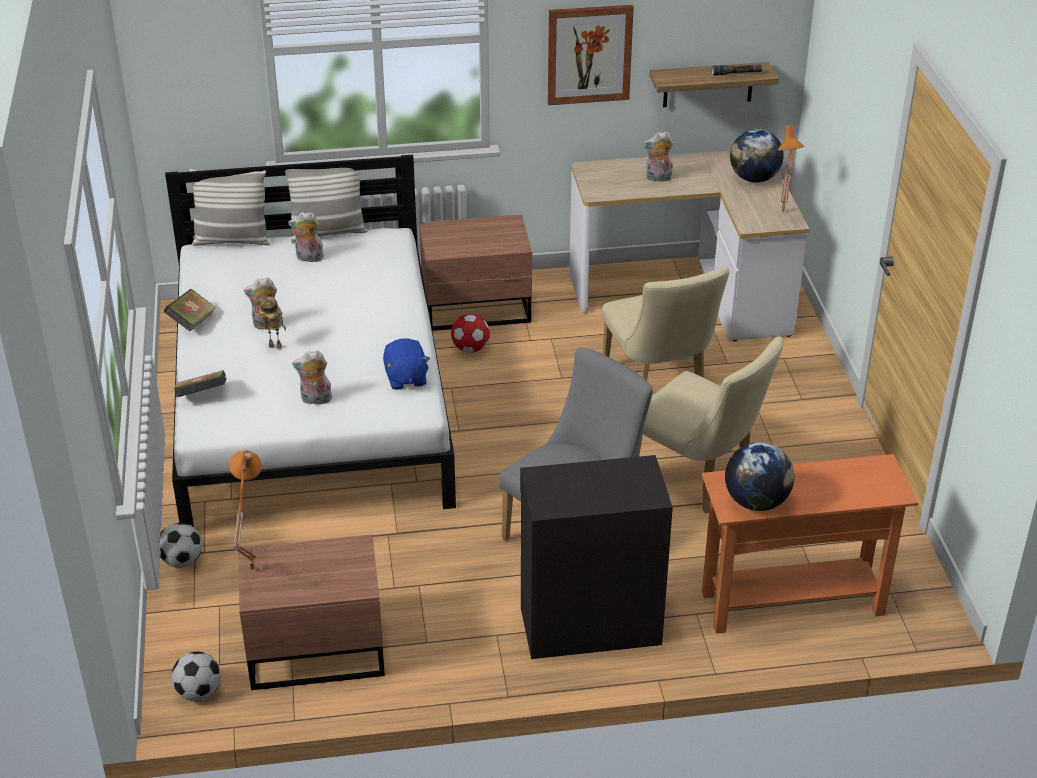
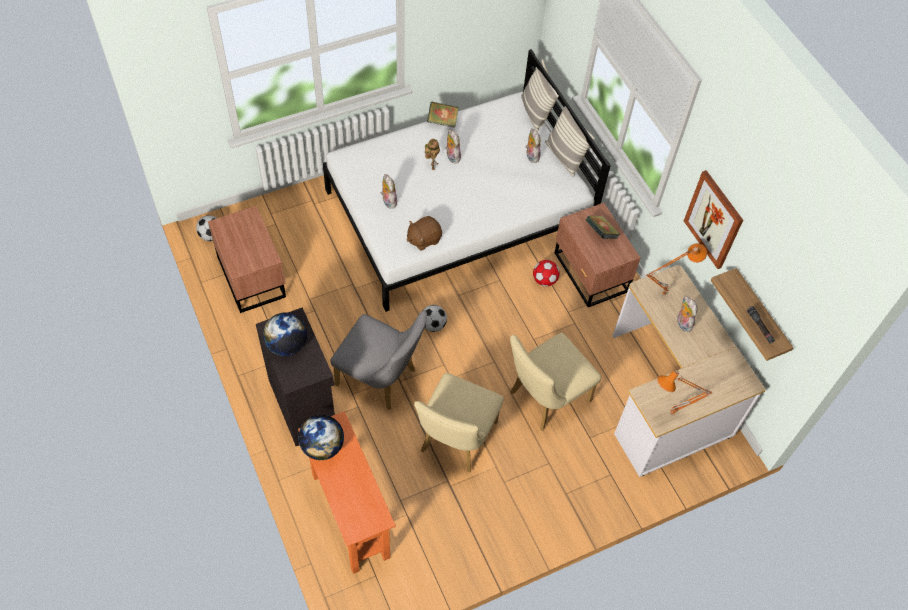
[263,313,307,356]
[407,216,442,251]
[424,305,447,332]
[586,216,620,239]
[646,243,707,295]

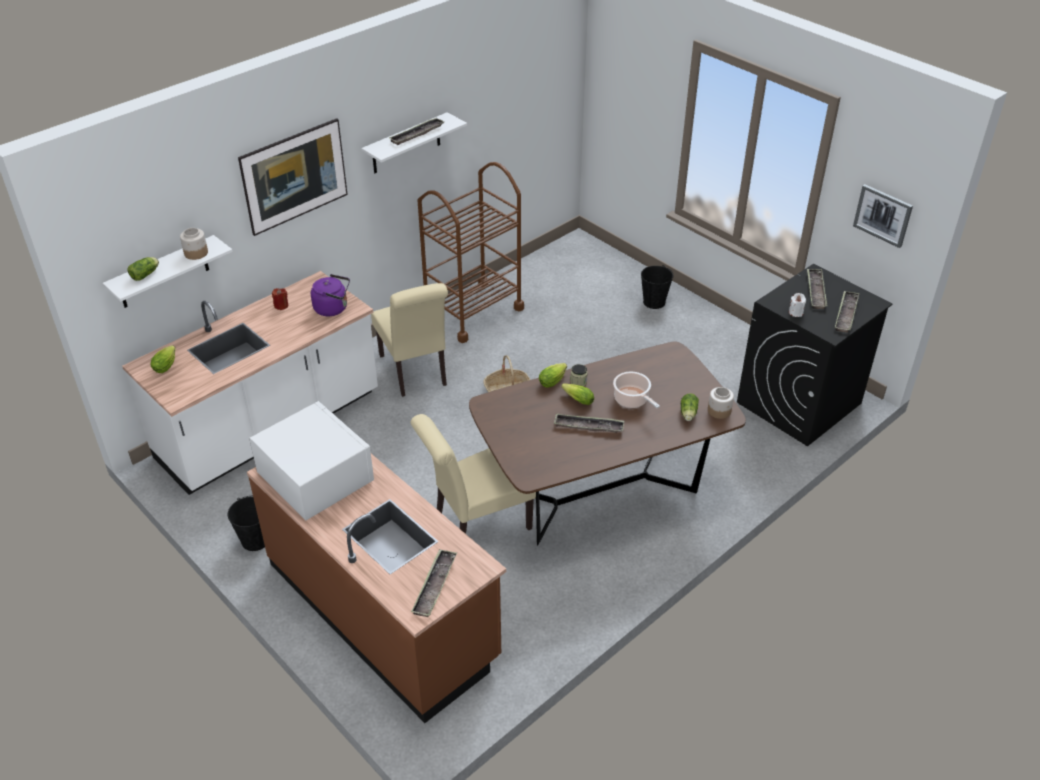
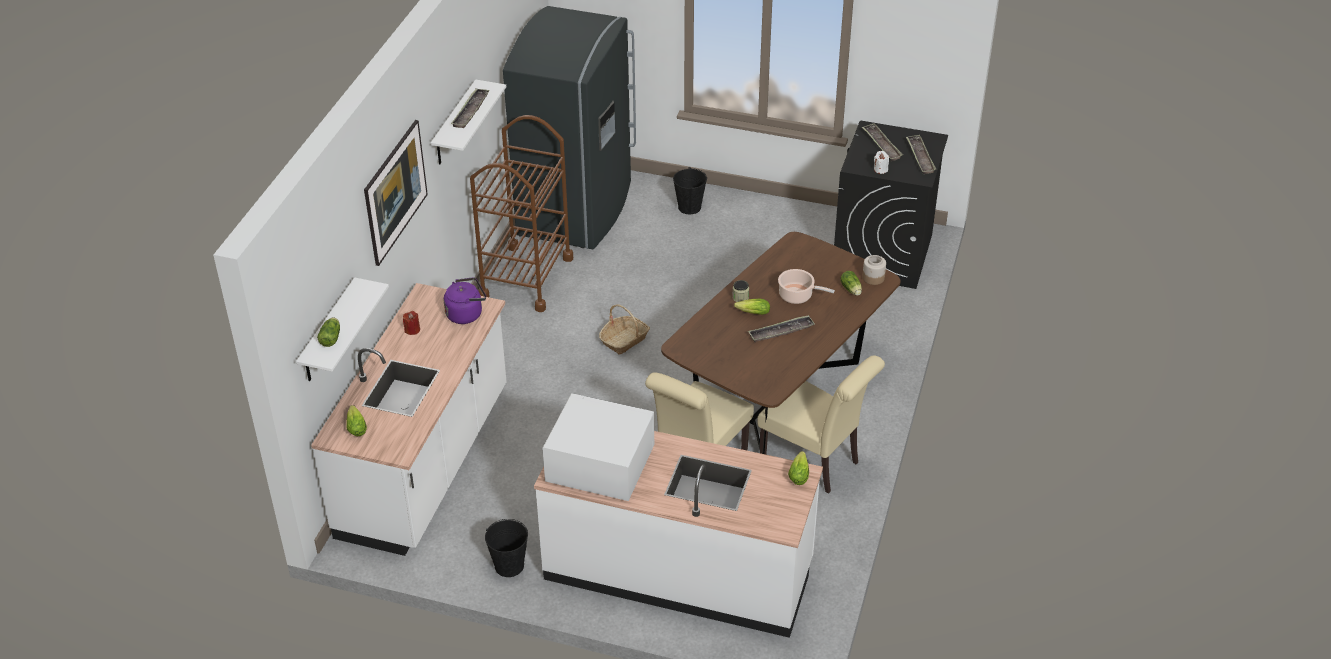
[503,6,636,249]
[534,431,823,638]
[757,355,885,494]
[788,451,809,485]
[180,228,208,260] (first image)
[411,549,457,617] (first image)
[853,184,913,248] (first image)

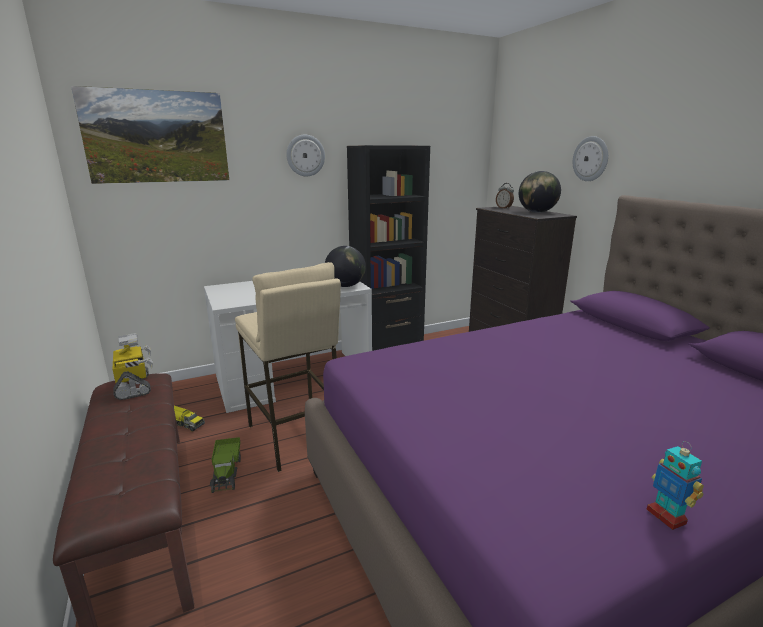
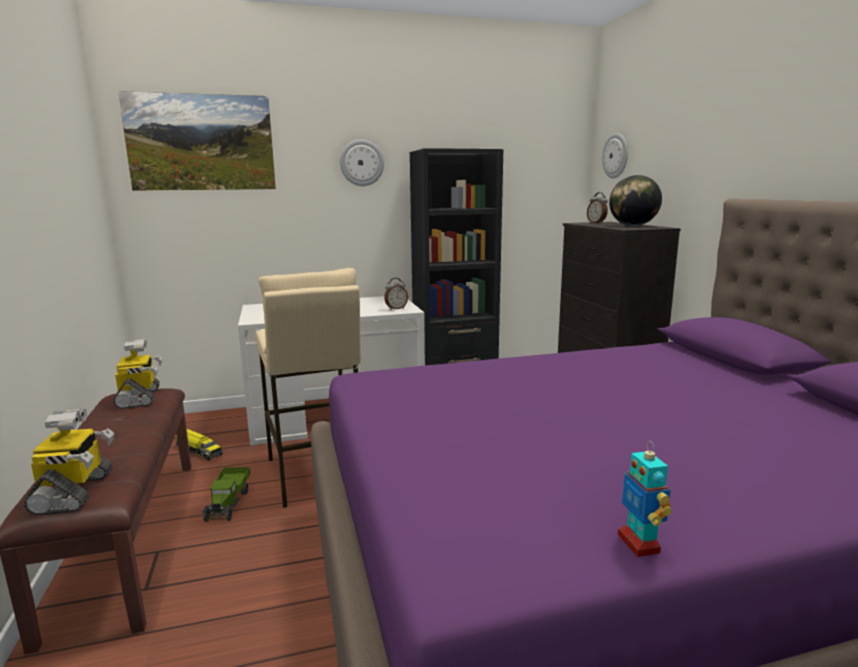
[24,409,114,515]
[384,278,408,310]
[602,133,628,178]

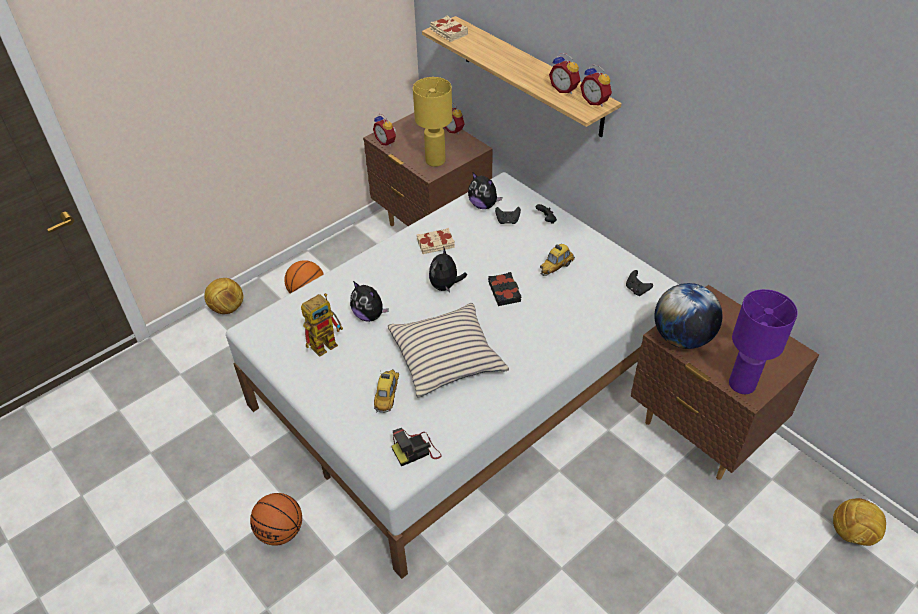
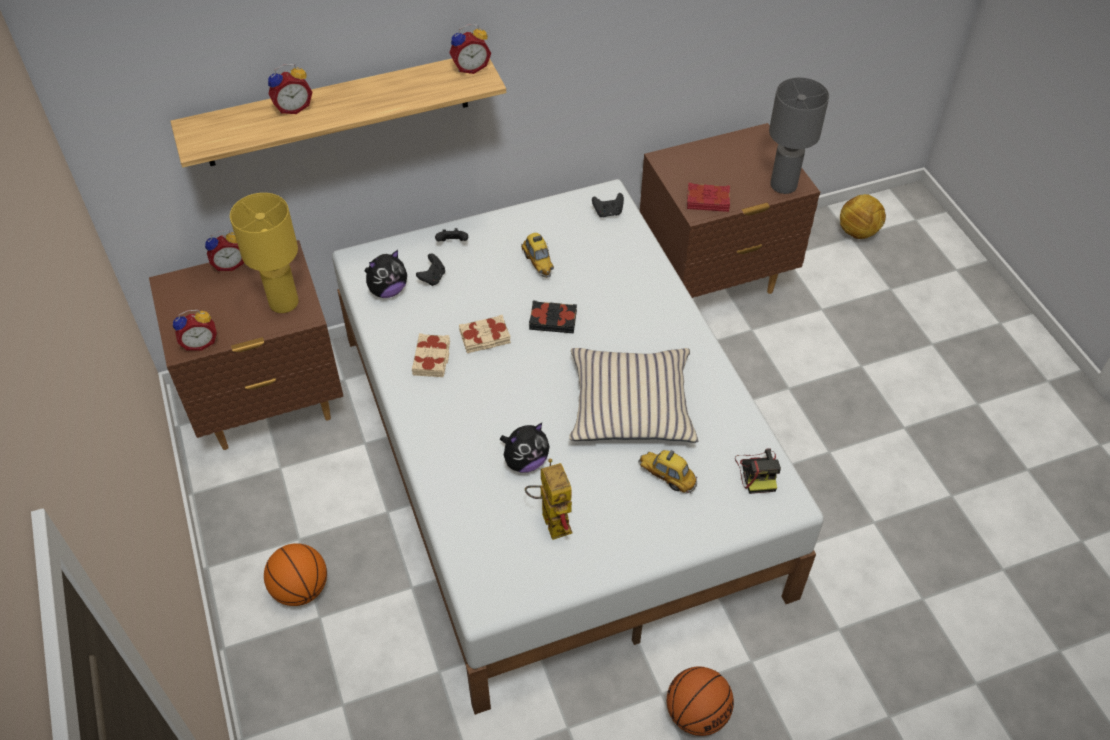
[268,64,313,114]
[459,315,511,353]
[687,183,730,212]
[769,77,829,194]
[204,278,244,314] (first image)
[429,246,467,292] (first image)

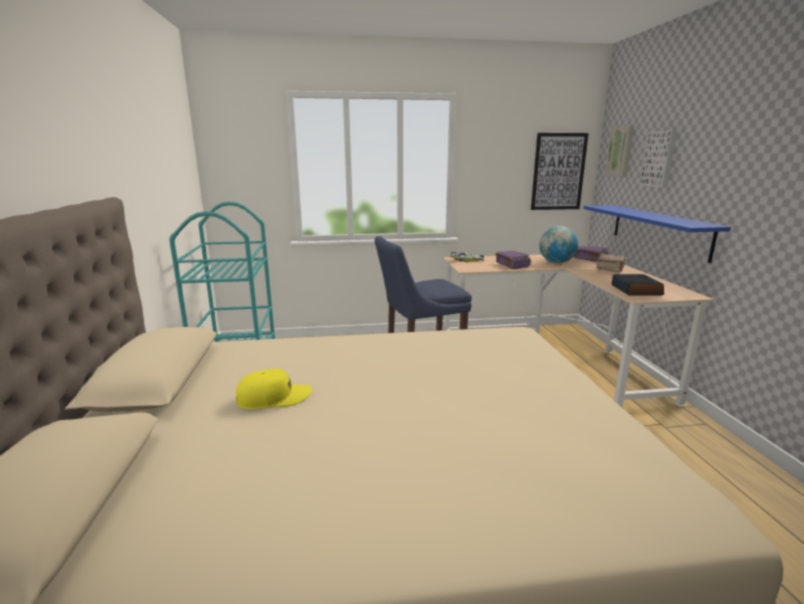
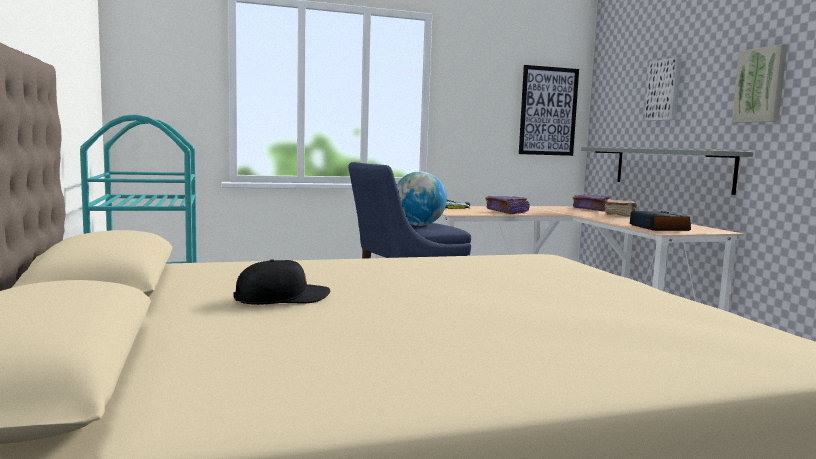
[233,259,330,305]
[397,171,447,226]
[581,147,753,195]
[732,44,787,123]

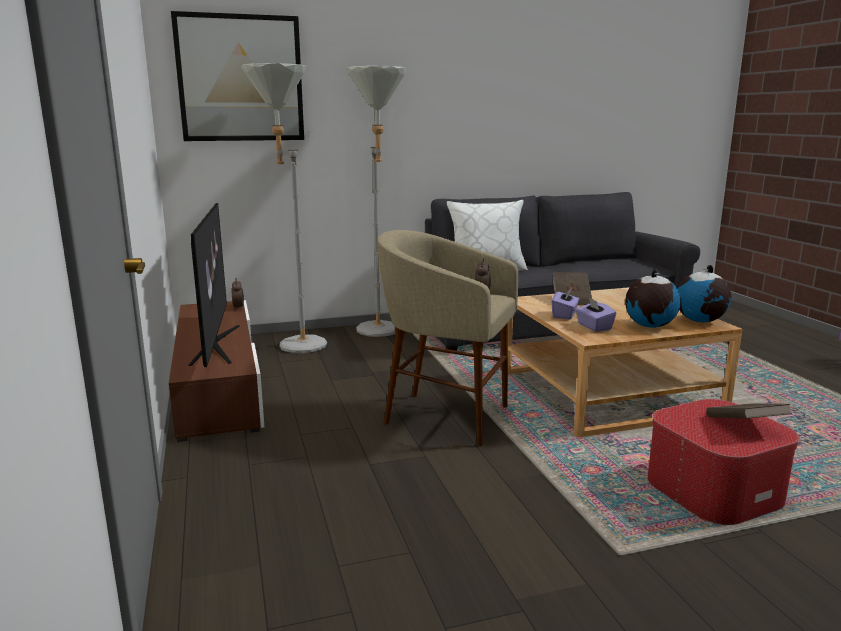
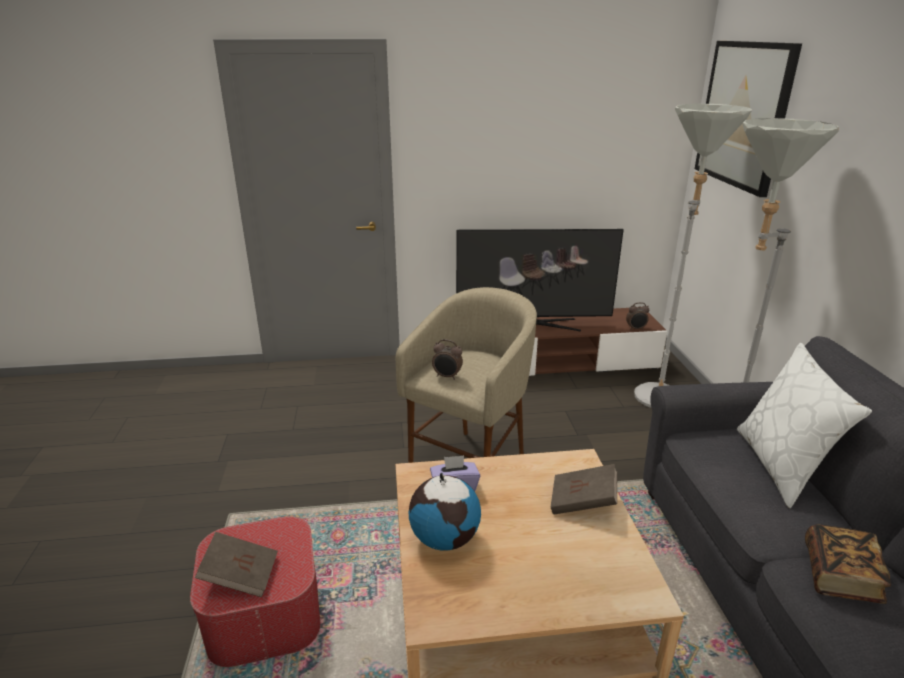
[805,524,891,604]
[552,288,580,319] (first image)
[677,265,731,323] (first image)

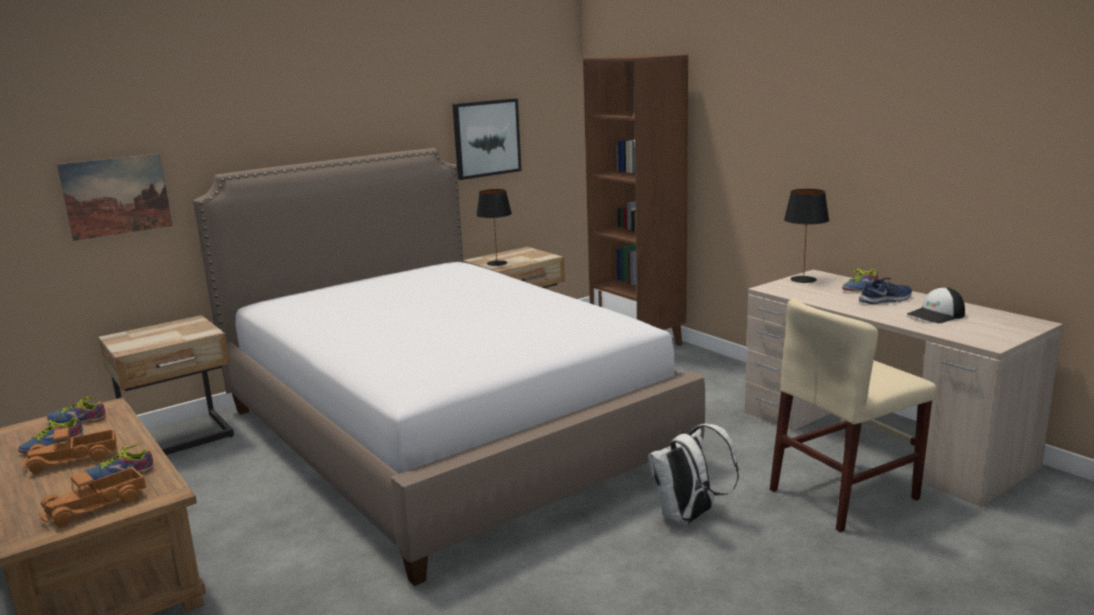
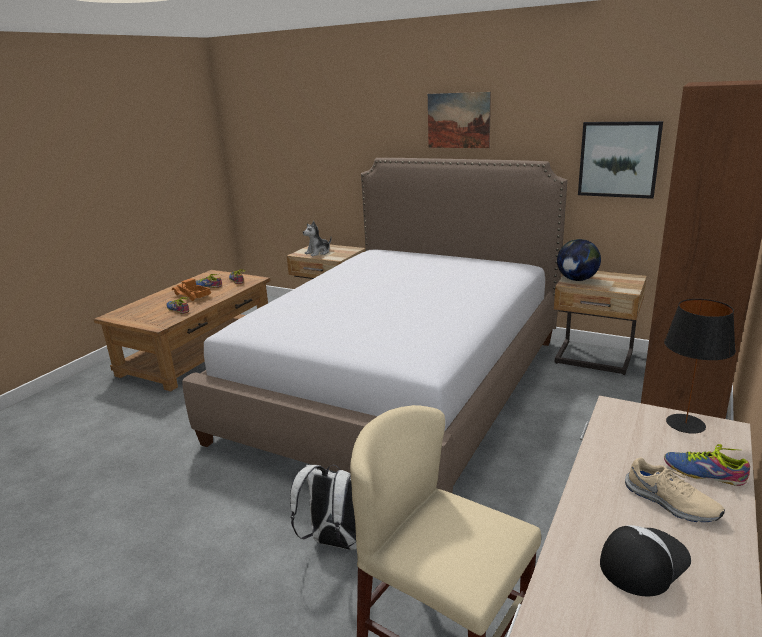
[303,221,332,256]
[428,92,491,148]
[557,239,601,281]
[600,525,691,596]
[625,458,725,522]
[39,467,146,526] (first image)

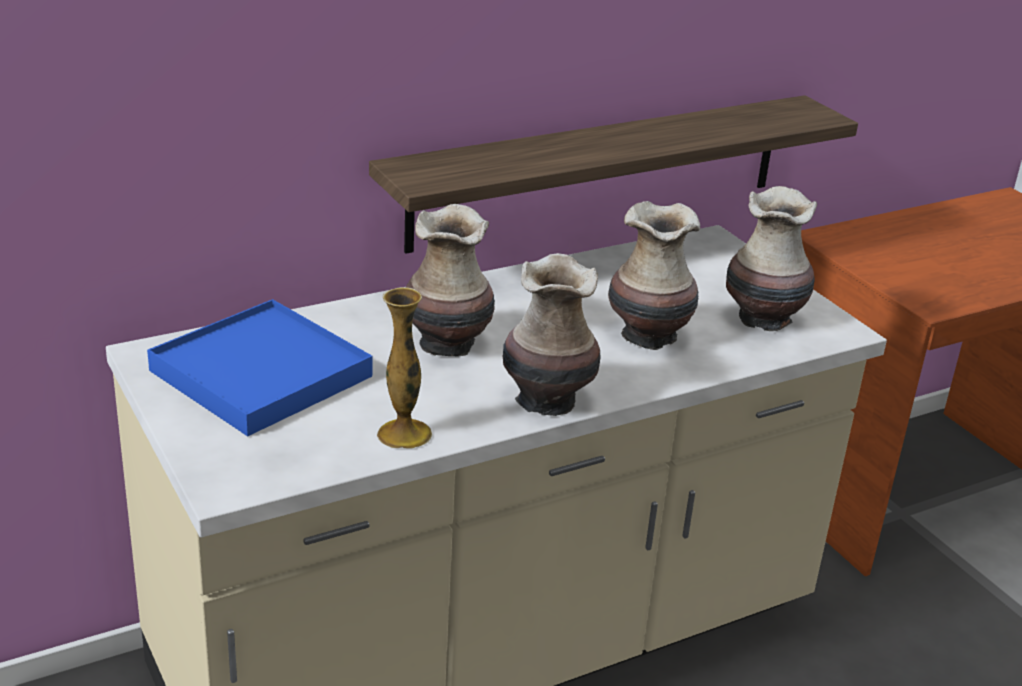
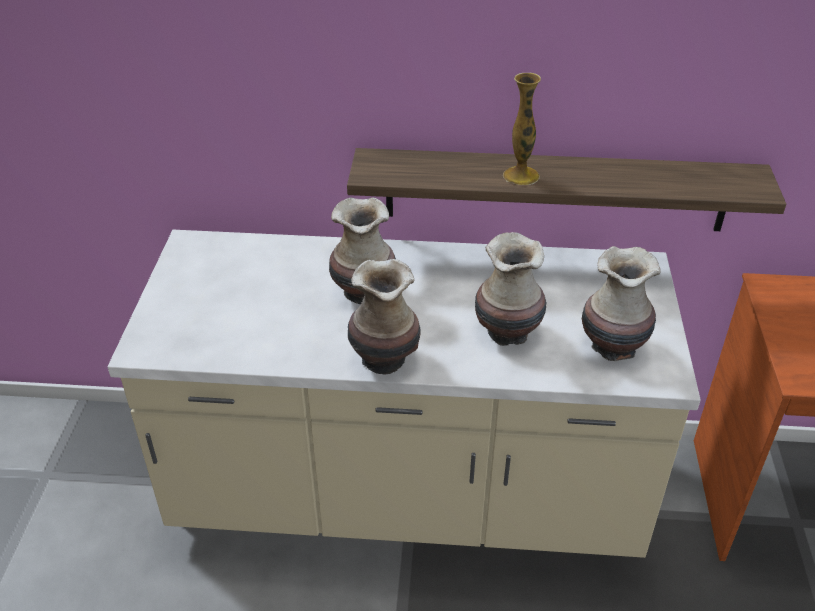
[503,73,541,185]
[147,299,373,436] (first image)

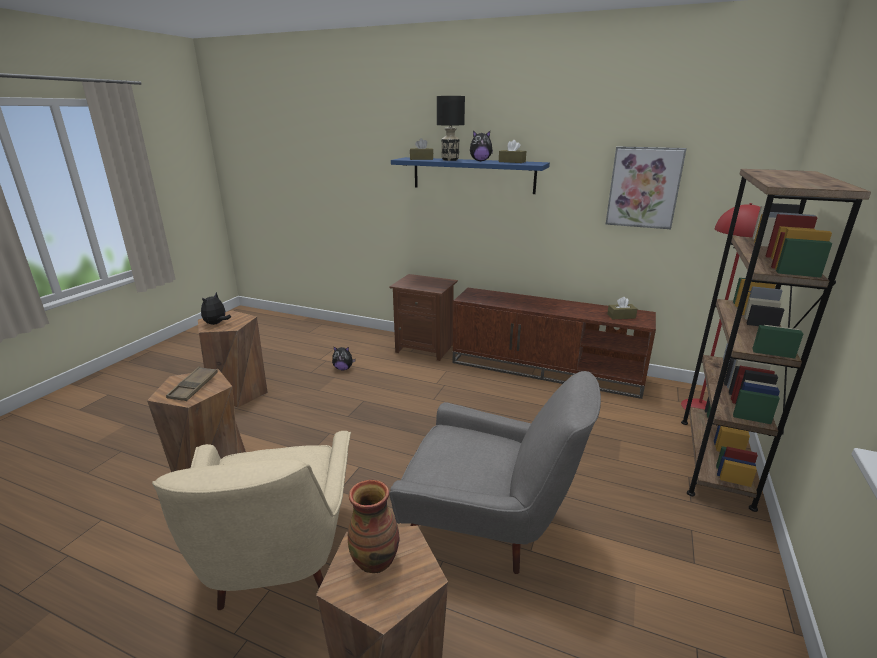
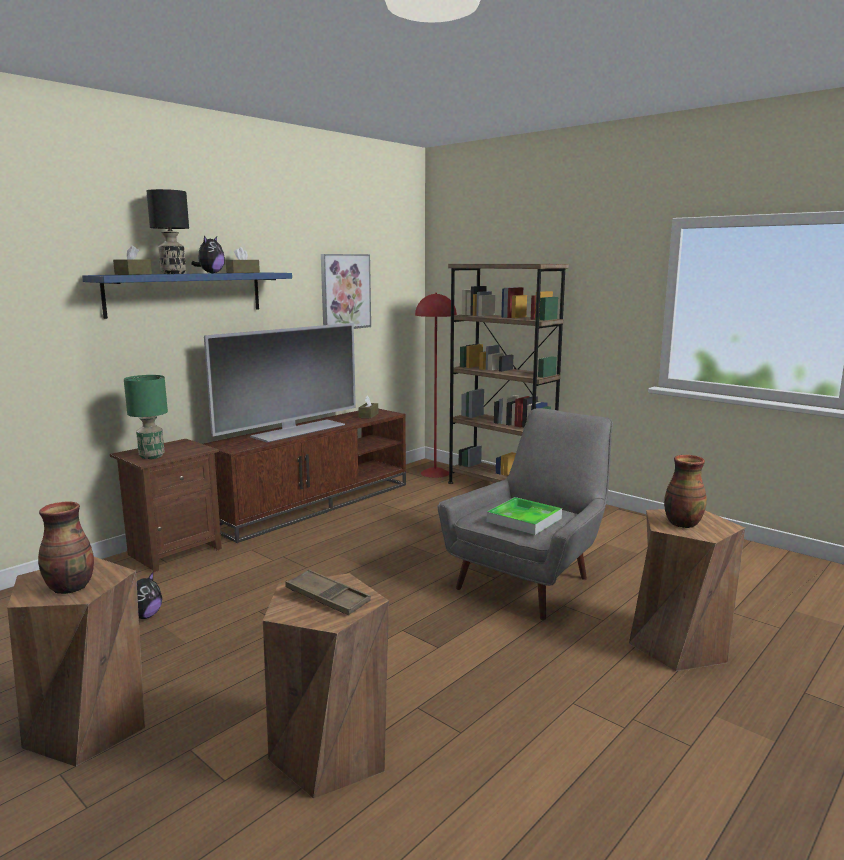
[38,501,94,594]
[124,375,168,459]
[204,323,356,443]
[487,497,562,535]
[152,431,351,610] (first image)

